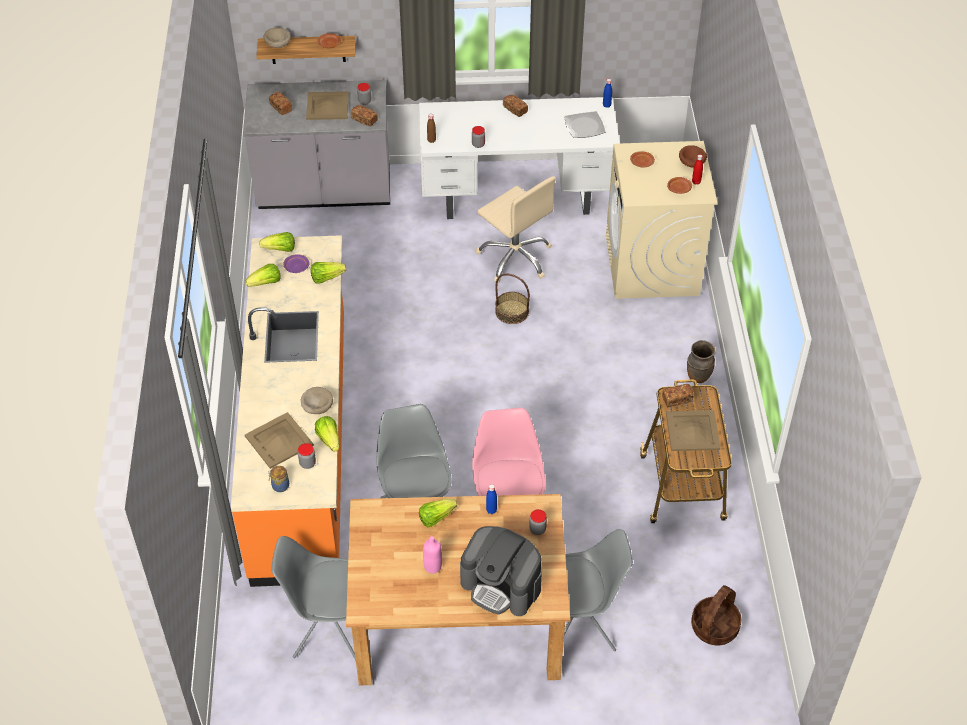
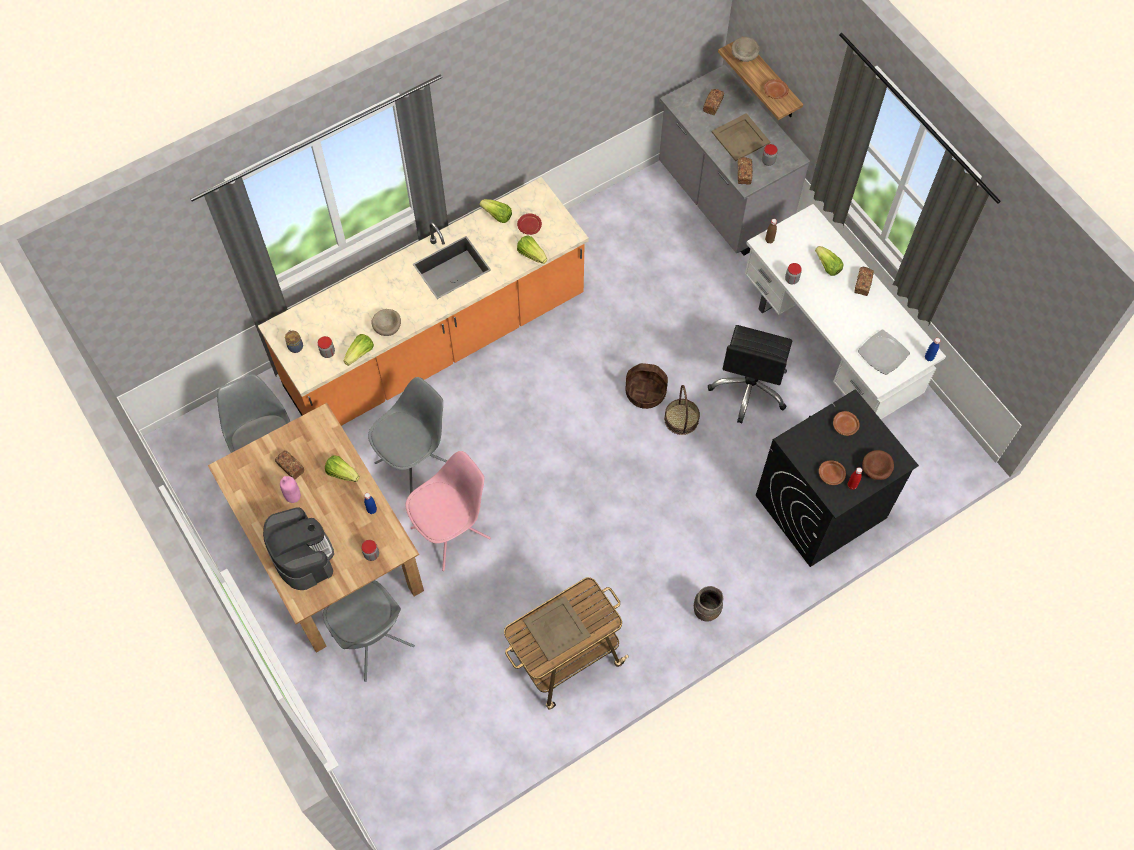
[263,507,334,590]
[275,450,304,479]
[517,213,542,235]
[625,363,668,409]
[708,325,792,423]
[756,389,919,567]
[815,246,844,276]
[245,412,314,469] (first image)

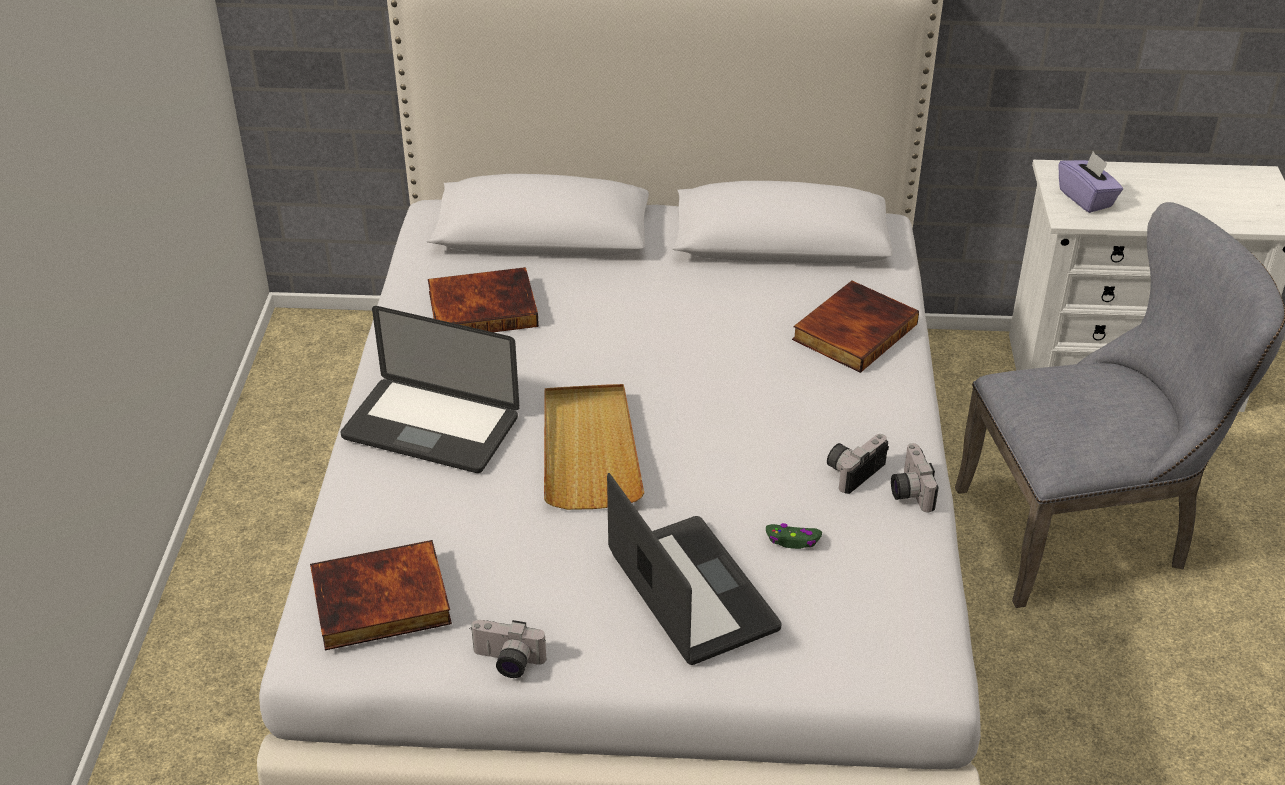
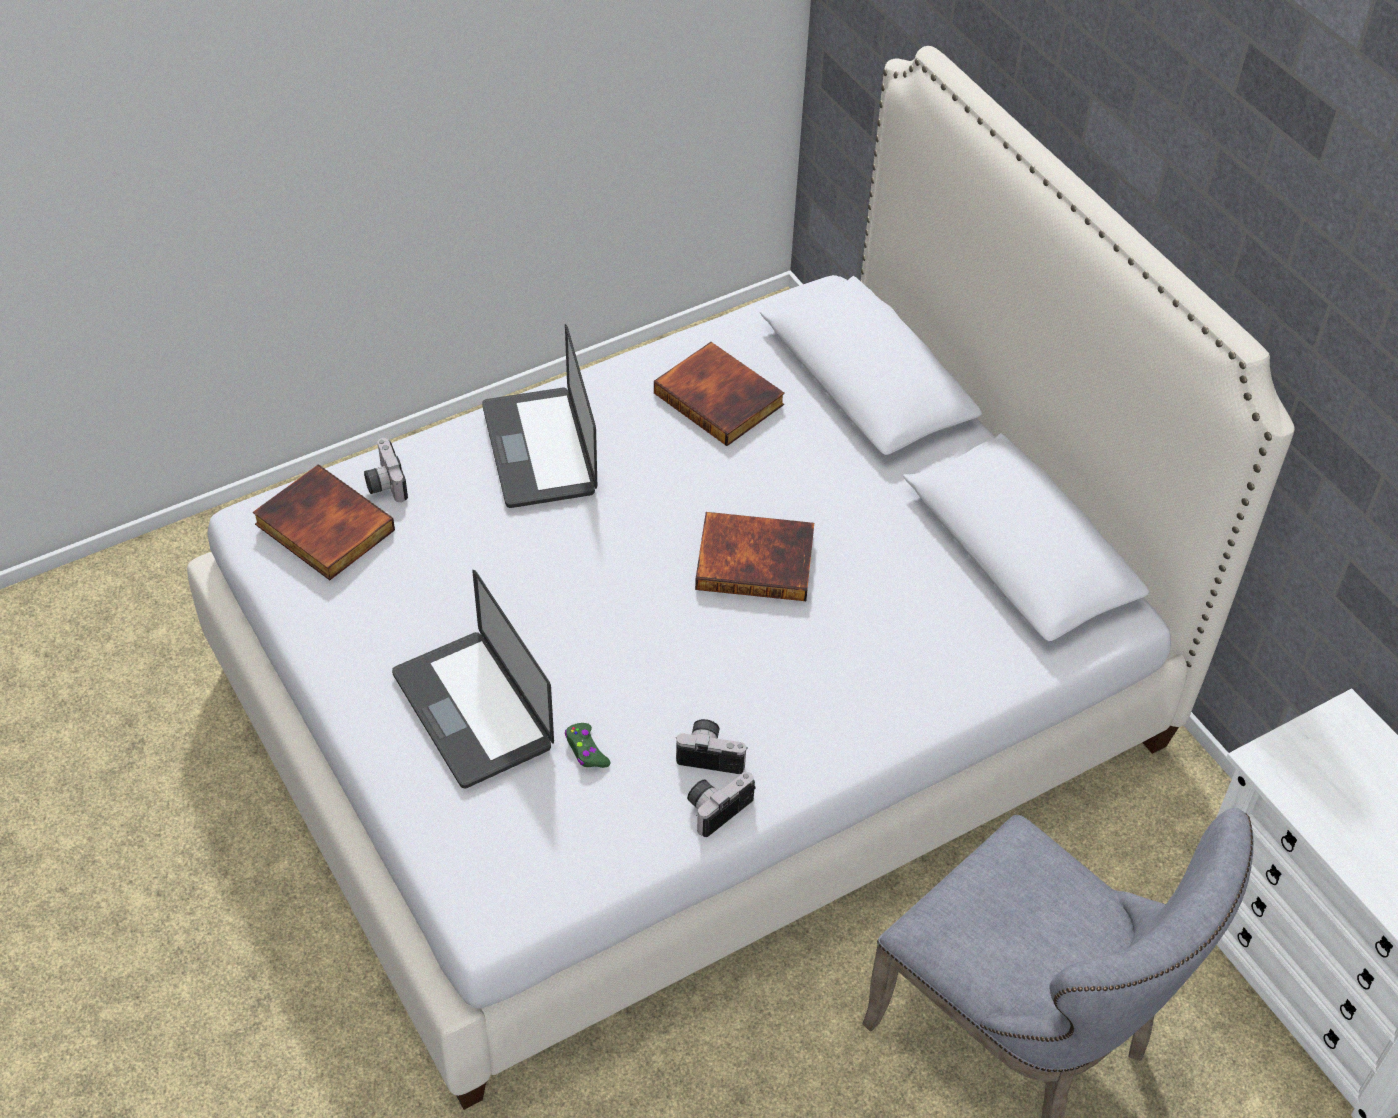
[364,438,408,502]
[392,570,554,788]
[695,512,814,601]
[544,384,644,510] (first image)
[1059,152,1123,213] (first image)

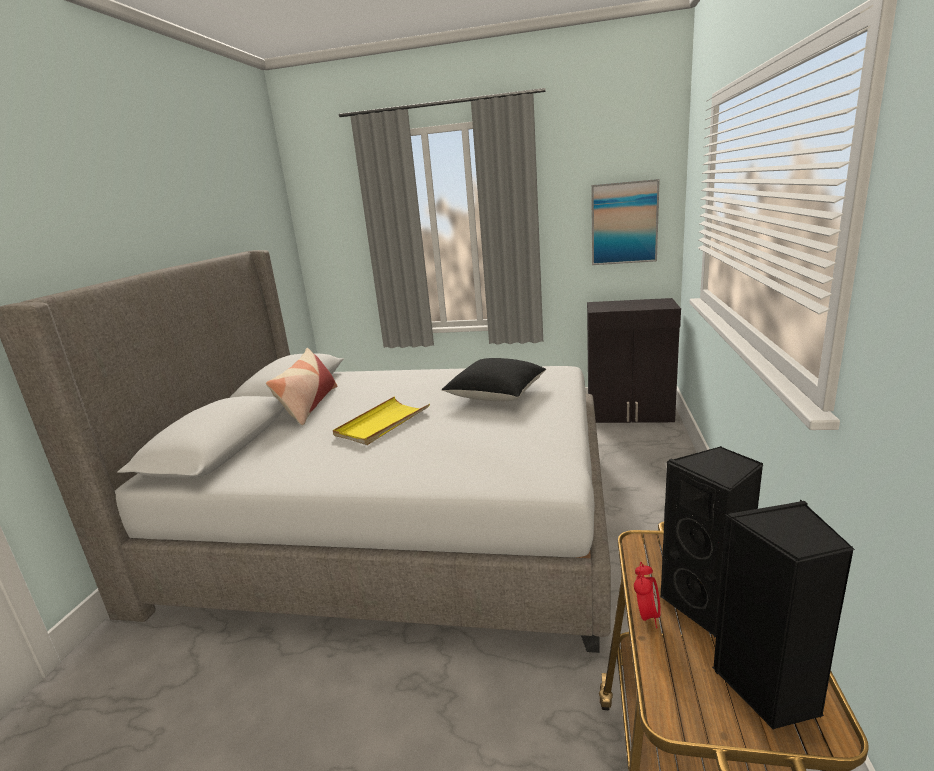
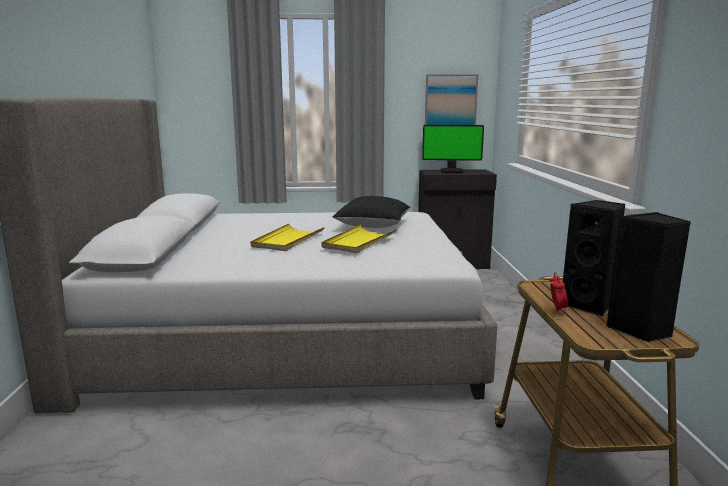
[321,224,397,253]
[422,125,484,173]
[266,348,338,425] (first image)

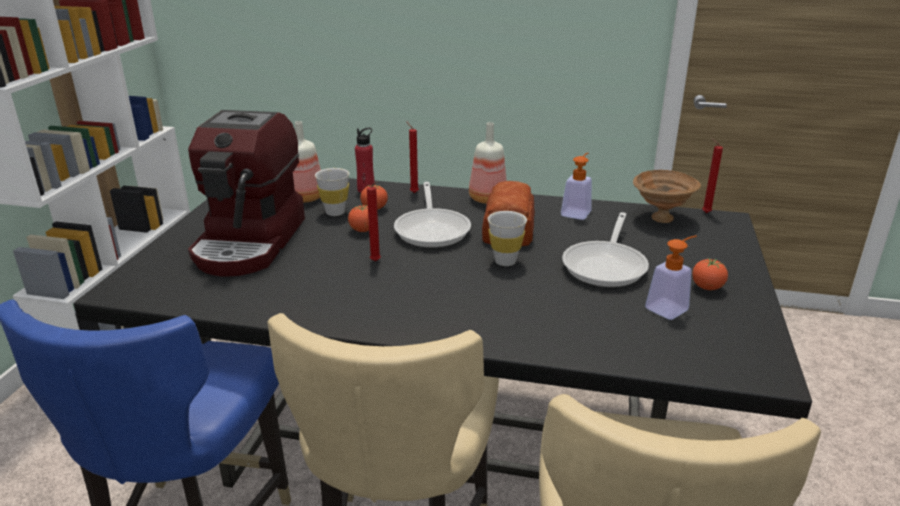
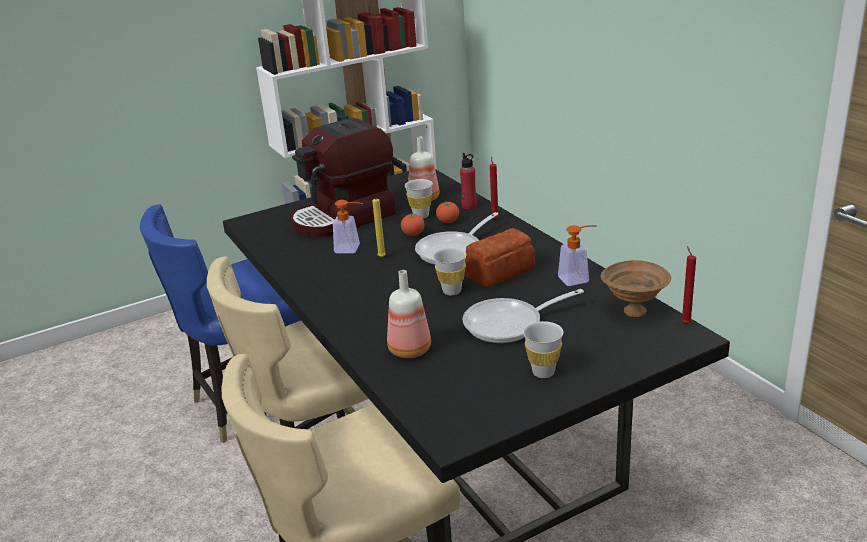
[333,200,363,254]
[372,196,386,257]
[387,270,431,358]
[523,321,564,378]

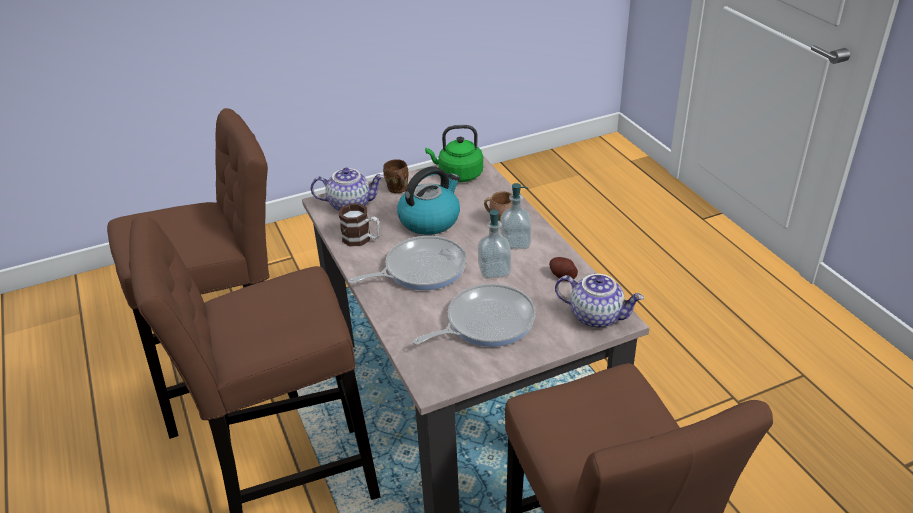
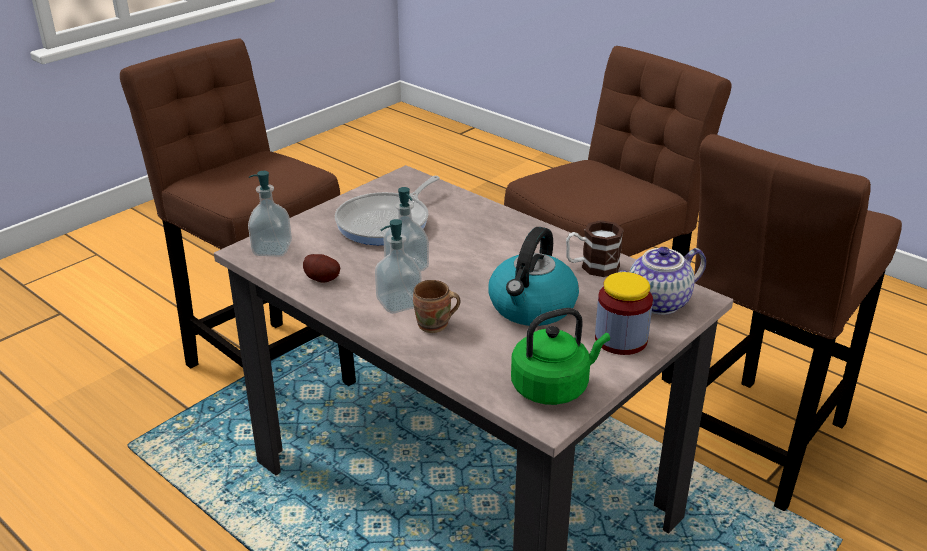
[248,171,292,256]
[595,272,653,355]
[348,236,467,290] (first image)

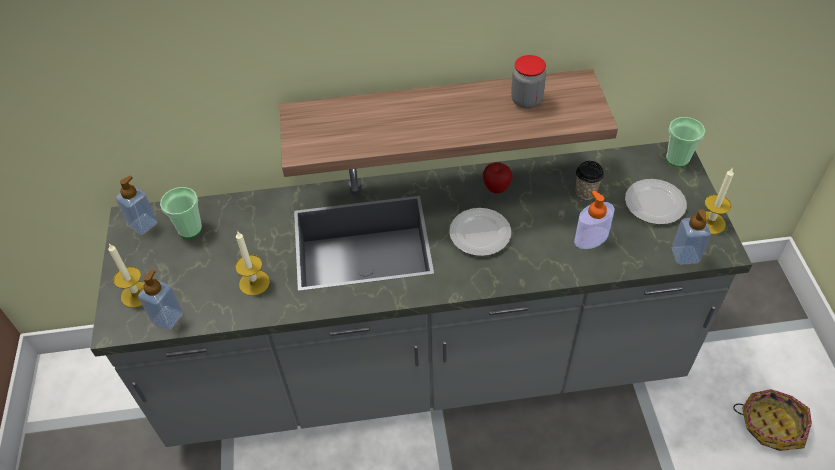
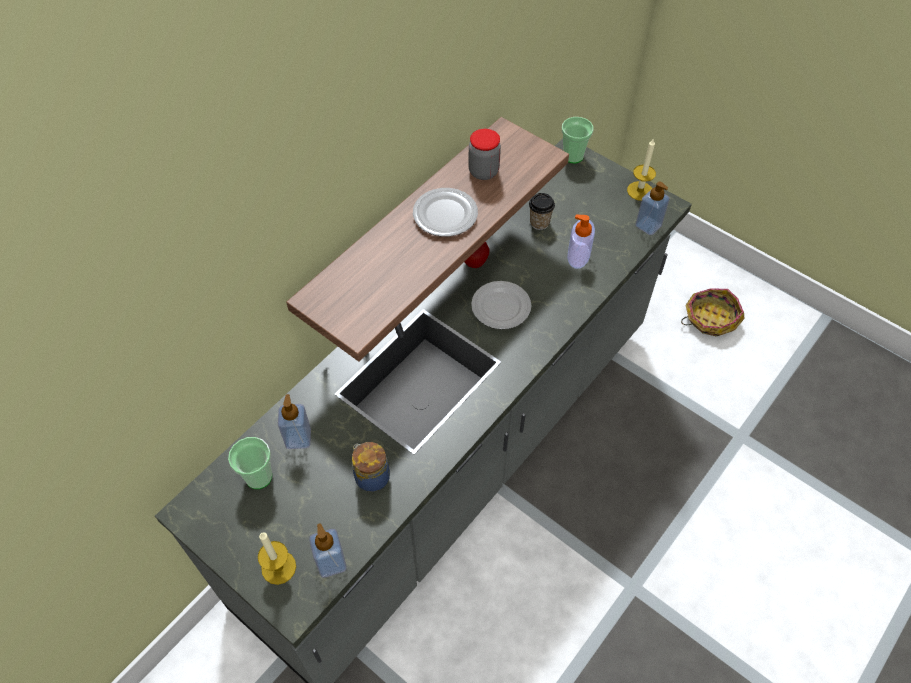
[278,394,311,449]
[352,442,390,492]
[413,188,478,236]

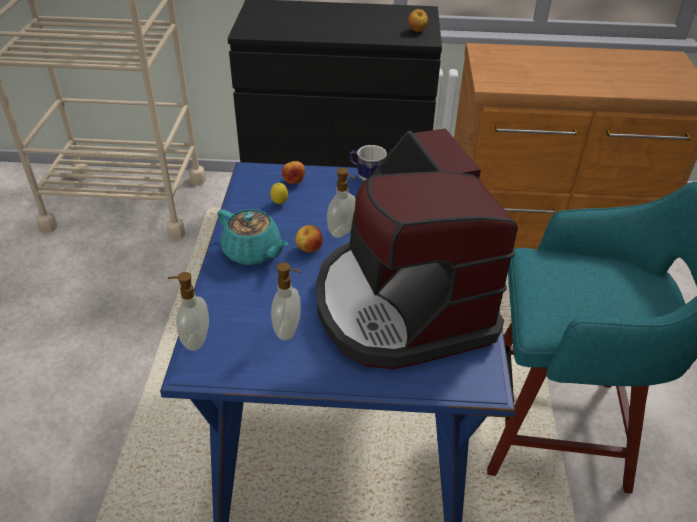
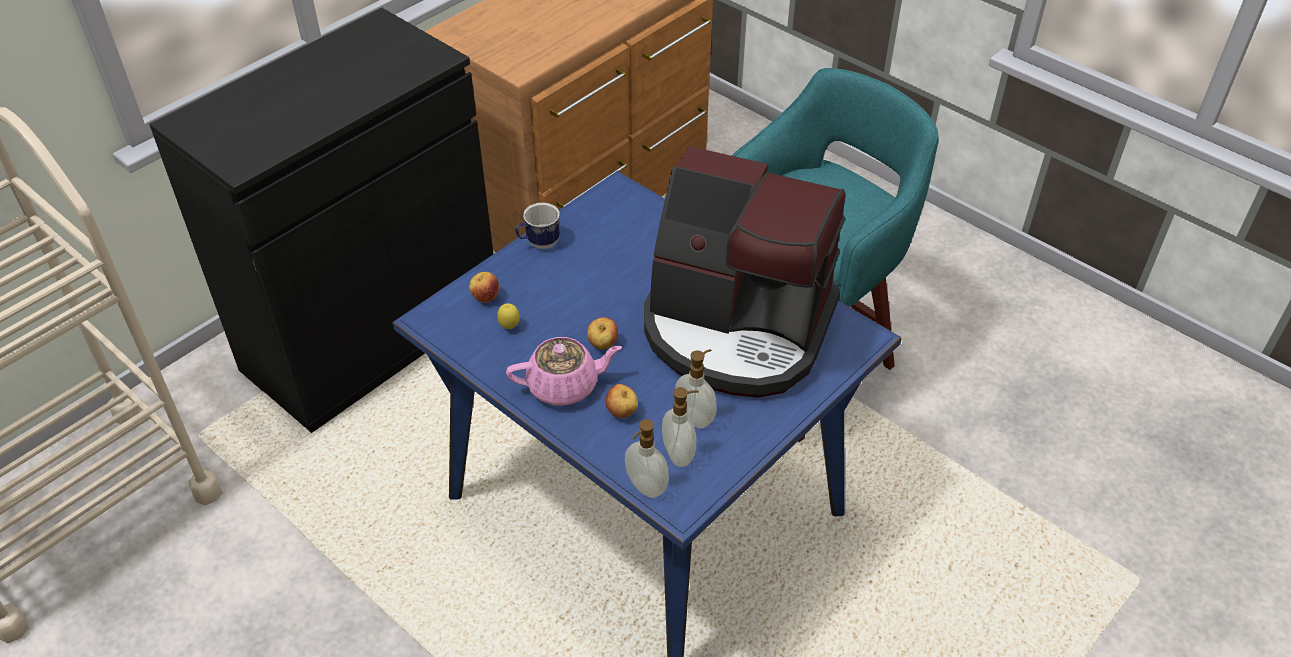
[506,337,622,405]
[605,384,638,418]
[662,387,699,467]

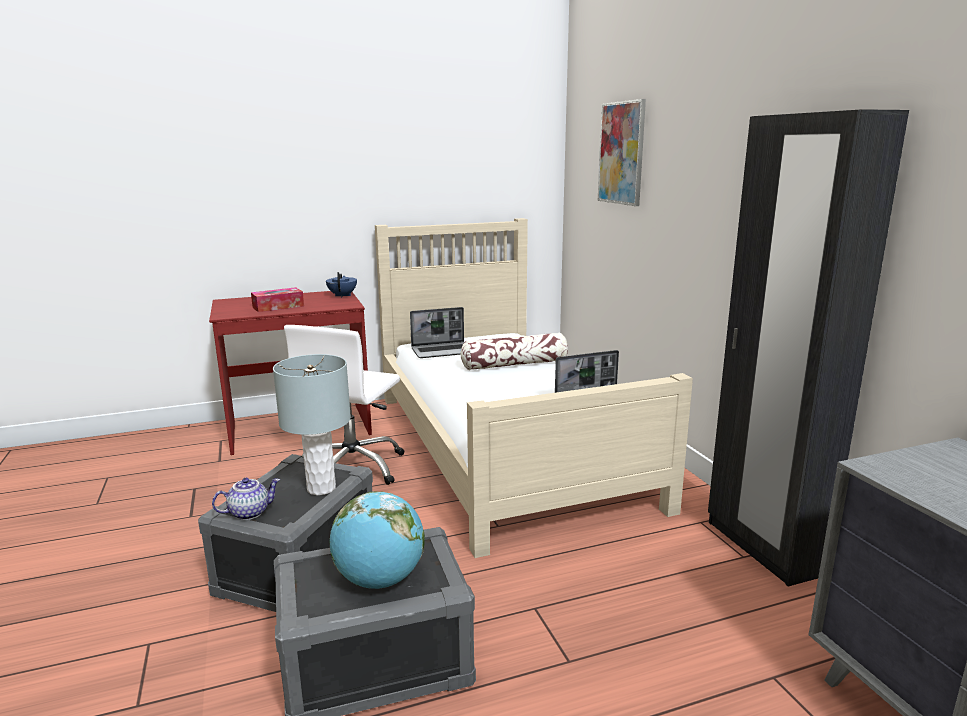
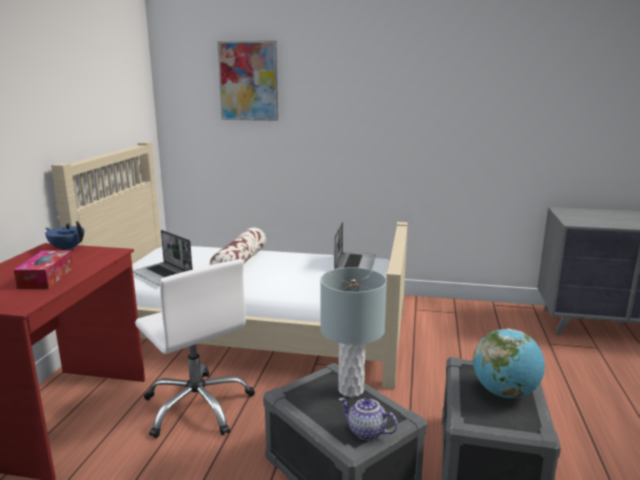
[133,230,193,286]
[339,397,398,440]
[708,109,909,586] (first image)

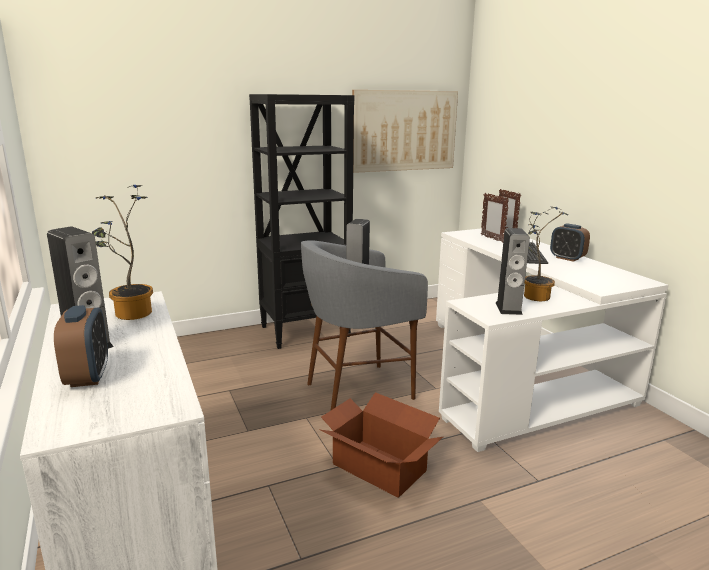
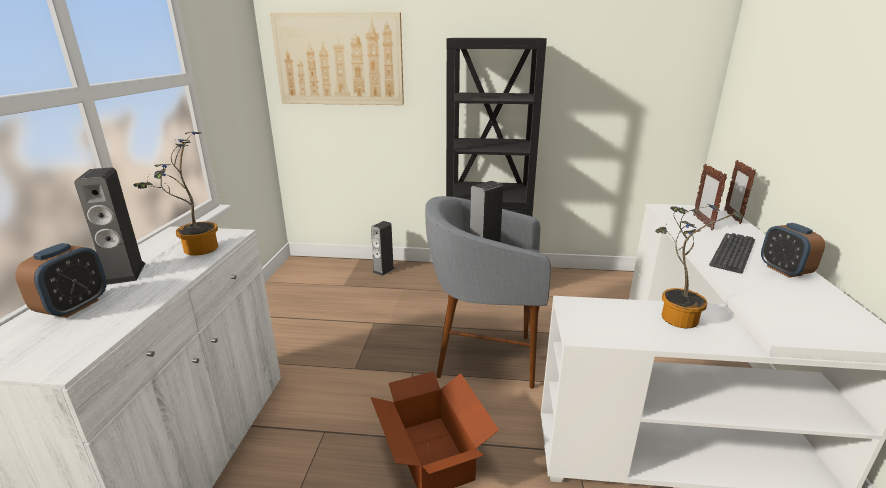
[270,13,404,105]
[371,221,395,276]

